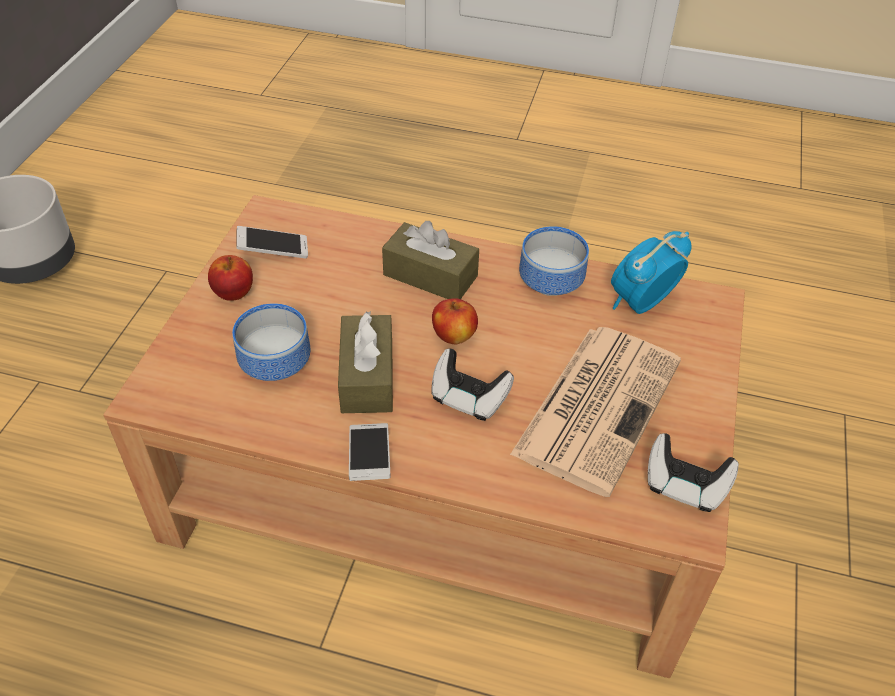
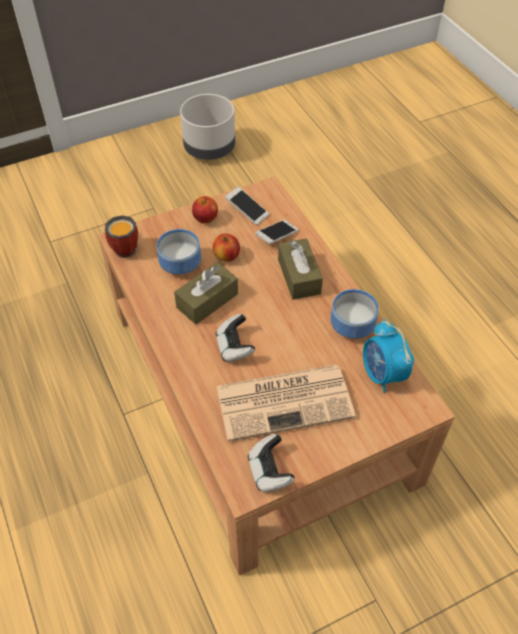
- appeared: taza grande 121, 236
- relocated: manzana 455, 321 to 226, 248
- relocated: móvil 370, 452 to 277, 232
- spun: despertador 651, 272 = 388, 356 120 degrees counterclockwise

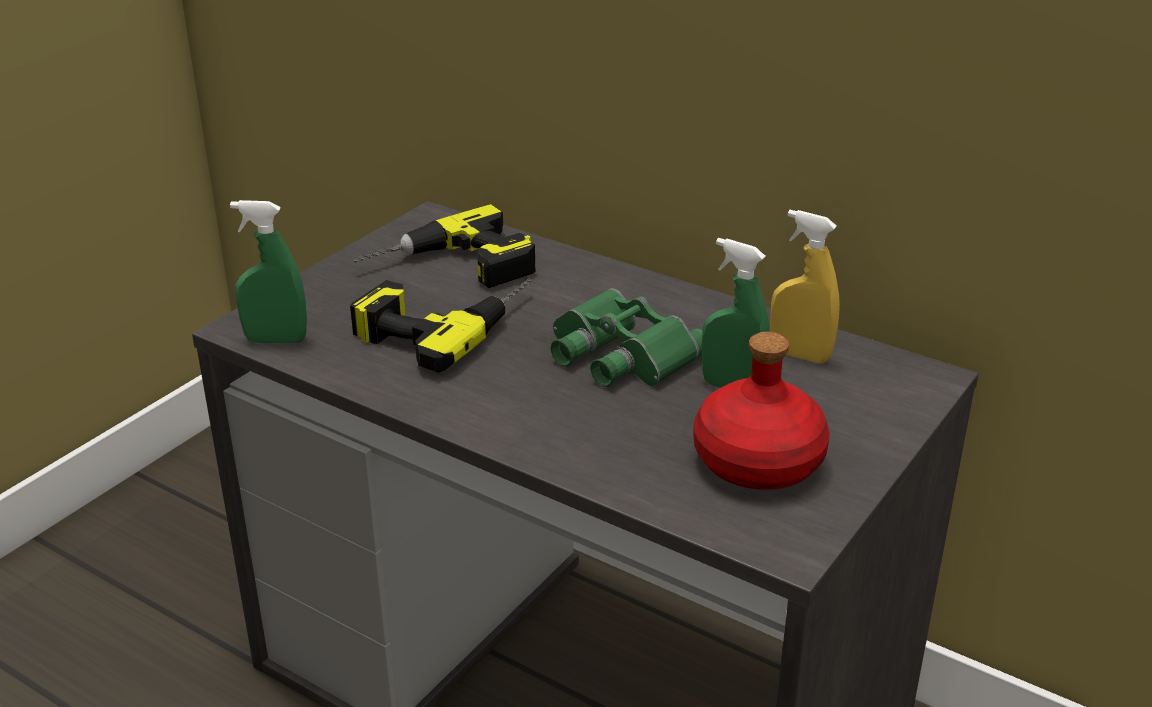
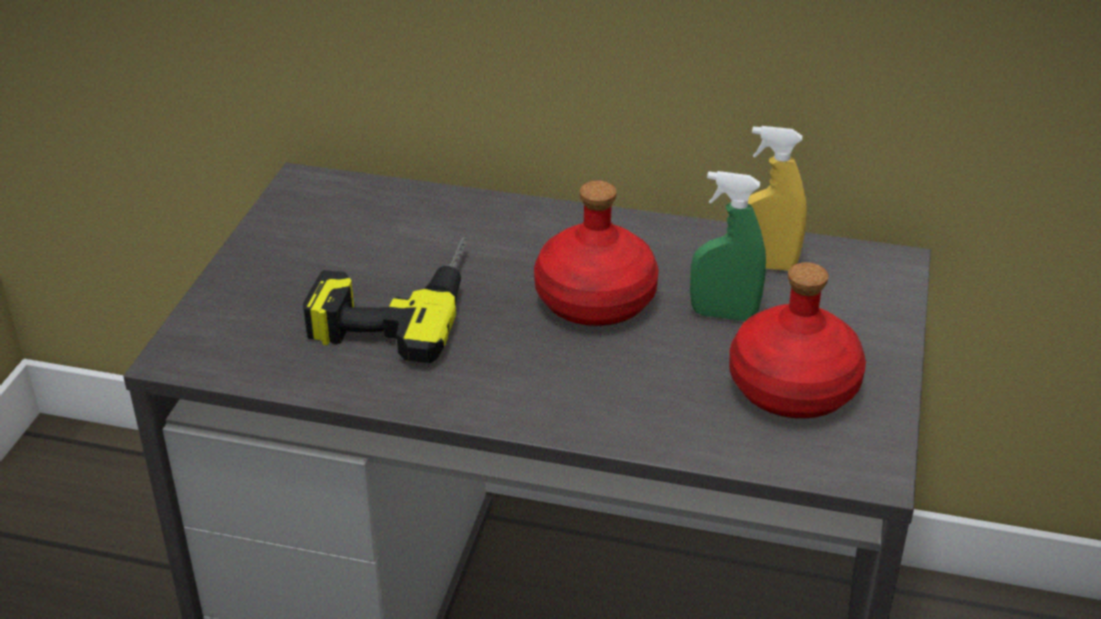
- exchanged: prismáticos (verde) 627, 337 to botella (rojo) 596, 253
- missing: pulverizador (verde) 268, 271
- missing: taladro 444, 246

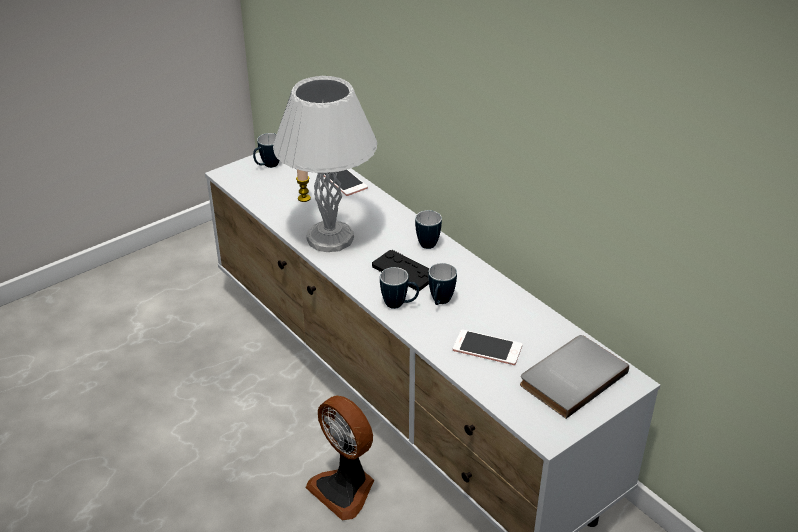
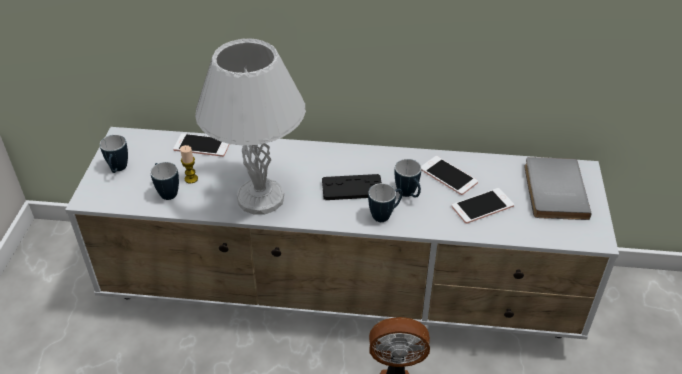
- relocated: taza grande 428, 229 to 164, 181
- appeared: móvil 449, 175

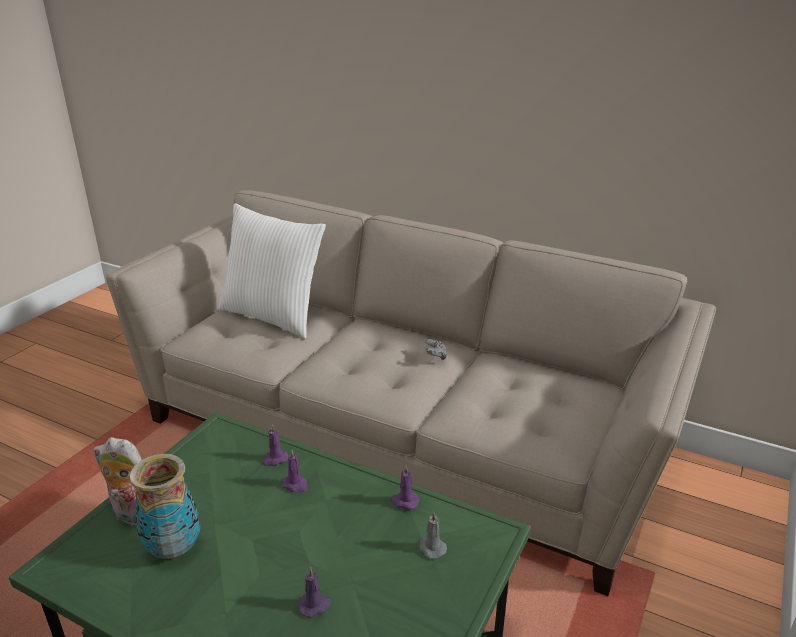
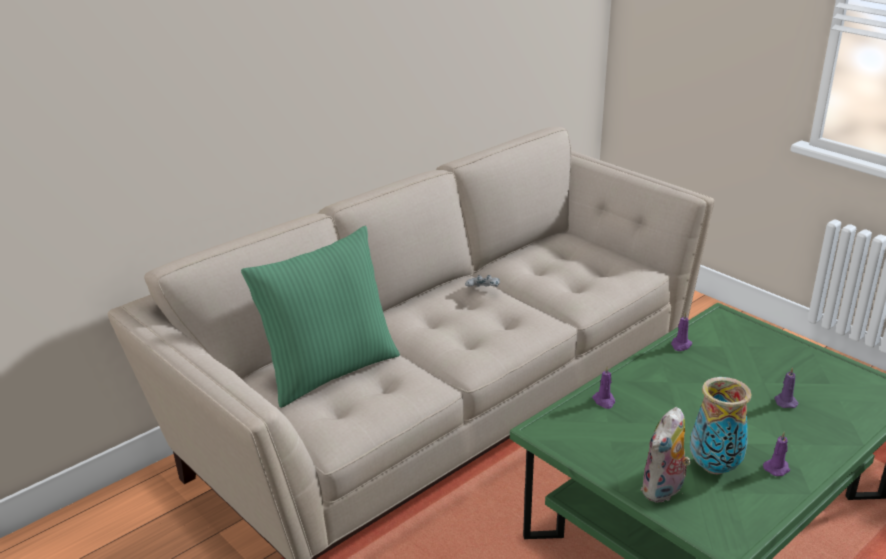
- colour: cojín (blanco) 272, 271 to cojín (verde) 320, 317
- relocated: vela (morado) 295, 471 to 776, 454
- missing: vela (gris) 433, 535

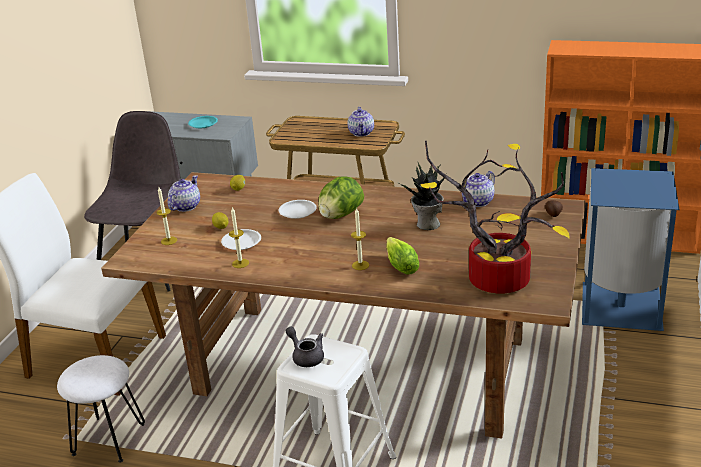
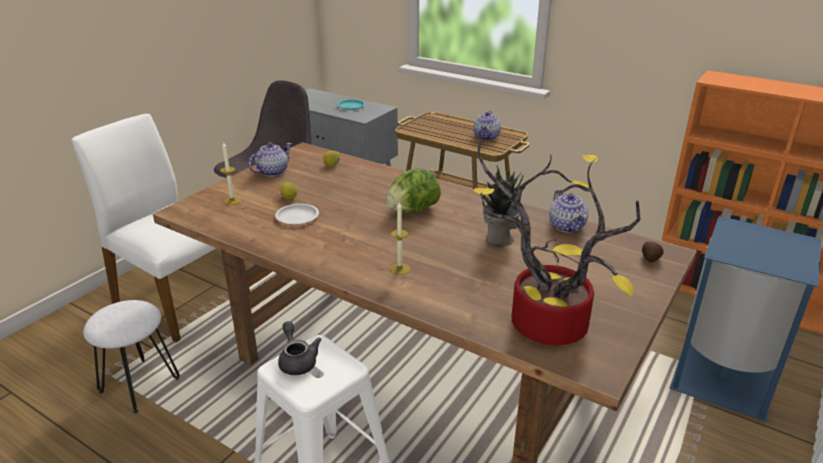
- spun: tetera 478, 189 = 568, 211 75 degrees counterclockwise
- missing: vela 239, 237
- missing: plato (blanco) 298, 209
- missing: lechuga 402, 256

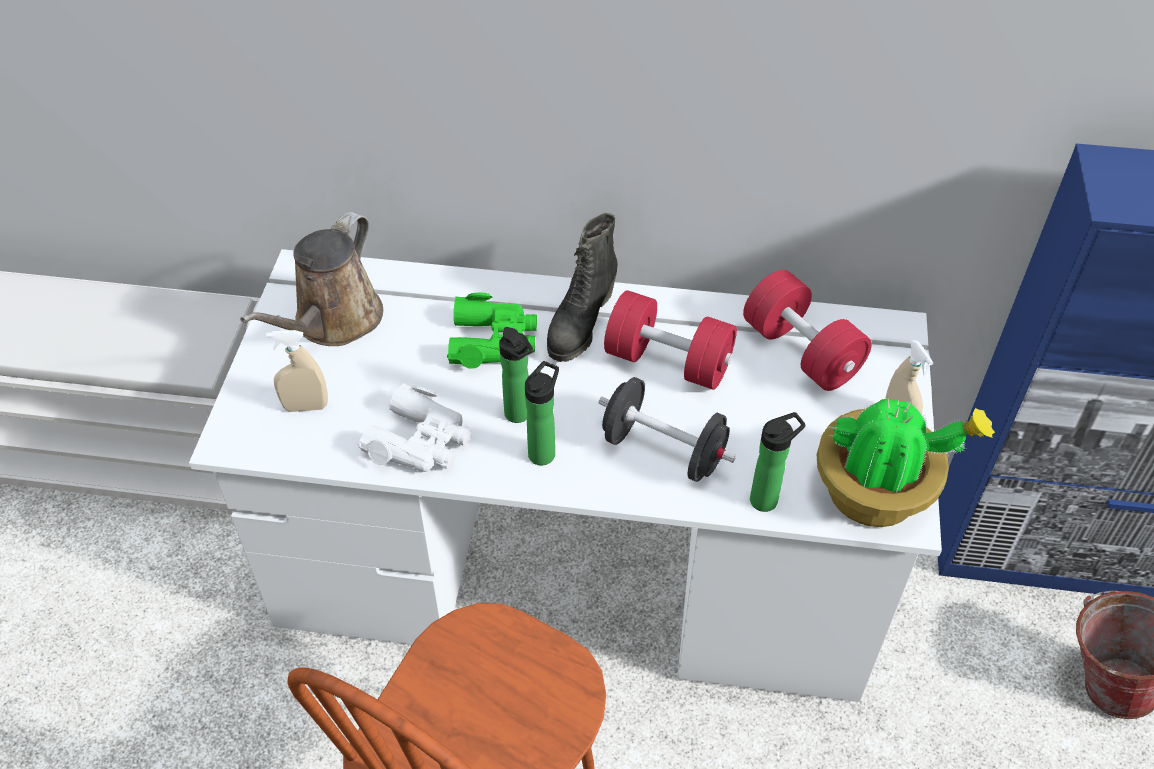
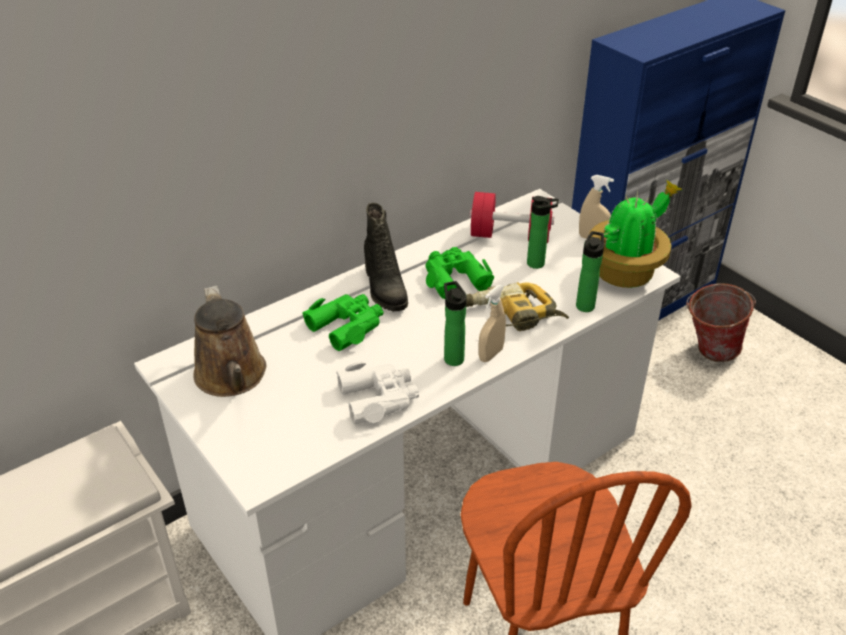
- exchanged: mancuerna (rojo) 670, 340 to prismáticos (verde) 459, 273
- exchanged: mancuerna (negro) 667, 429 to taladro 517, 306
- relocated: pulverizador (beis) 297, 371 to 492, 323
- relocated: botella 516, 375 to 543, 232

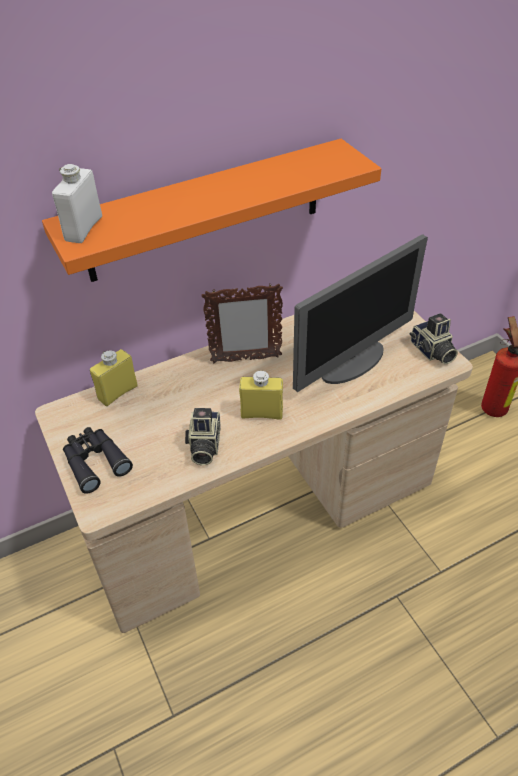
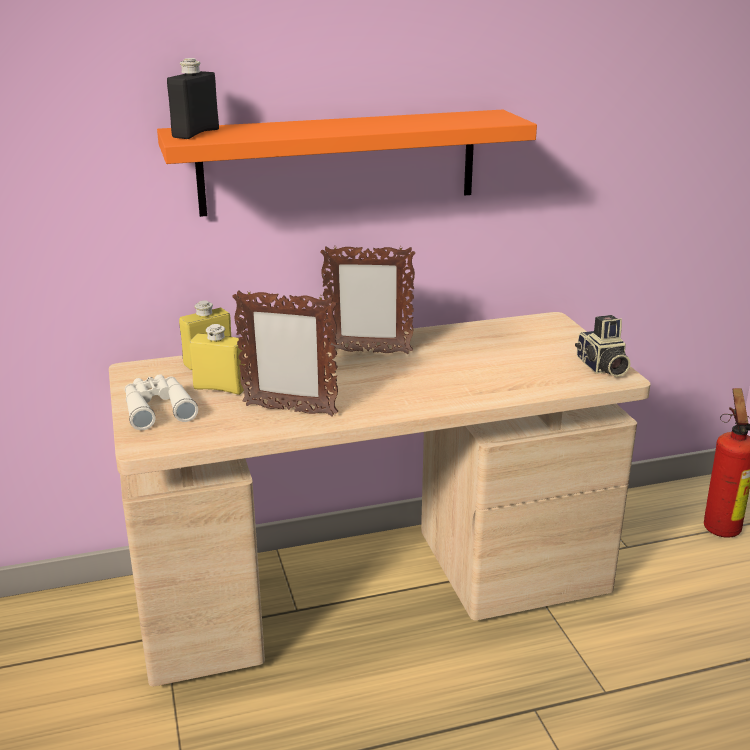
- colour: prismáticos (negro) 98, 460 to prismáticos (blanco) 161, 402
- colour: botella (blanco) 77, 203 to botella (negro) 193, 98
- relocated: botella (amarillo) 261, 395 to 218, 359
- exchanged: cámara 203, 436 to portarretratos 285, 353
- missing: monitor 360, 313

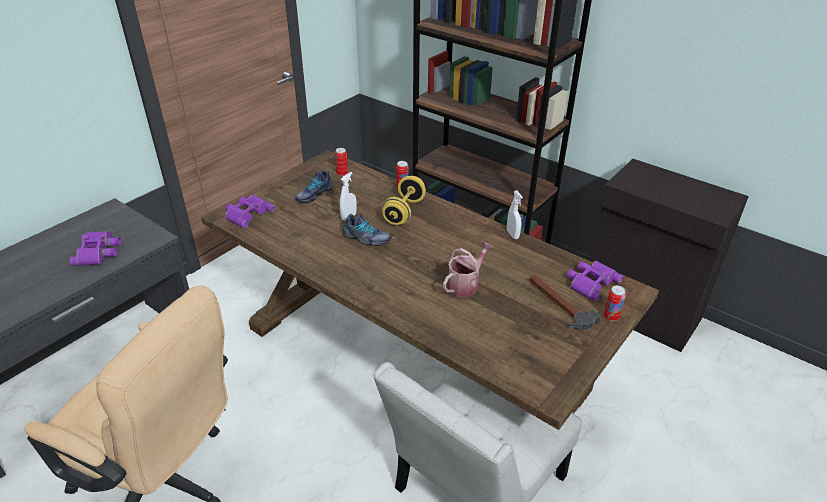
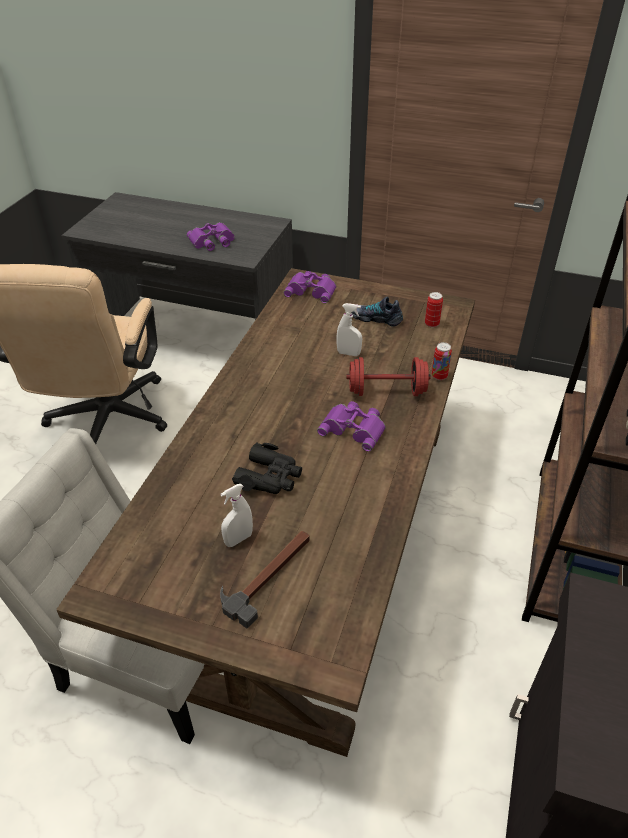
- relocated: pulverizador (blanco) 515, 214 to 237, 515
- exchanged: regadera 468, 269 to prismáticos (negro) 267, 468
- relocated: prismáticos (morado) 594, 281 to 351, 426
- colour: mancuerna (amarillo) 404, 200 to mancuerna (rojo) 388, 376
- missing: zapato 366, 230
- missing: lata 615, 303

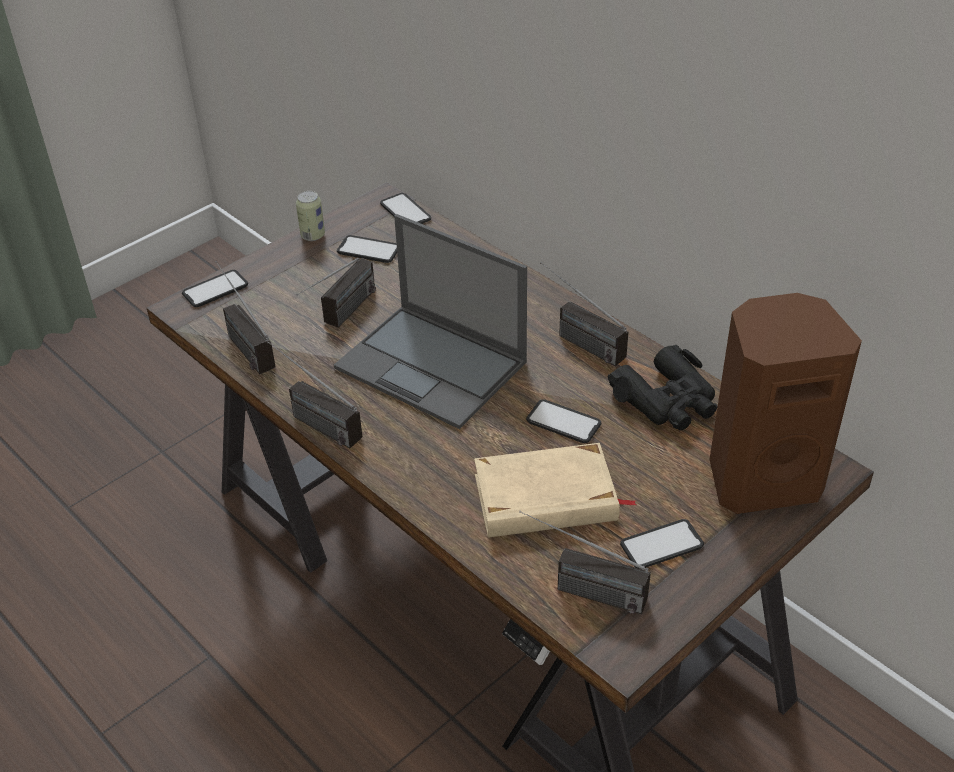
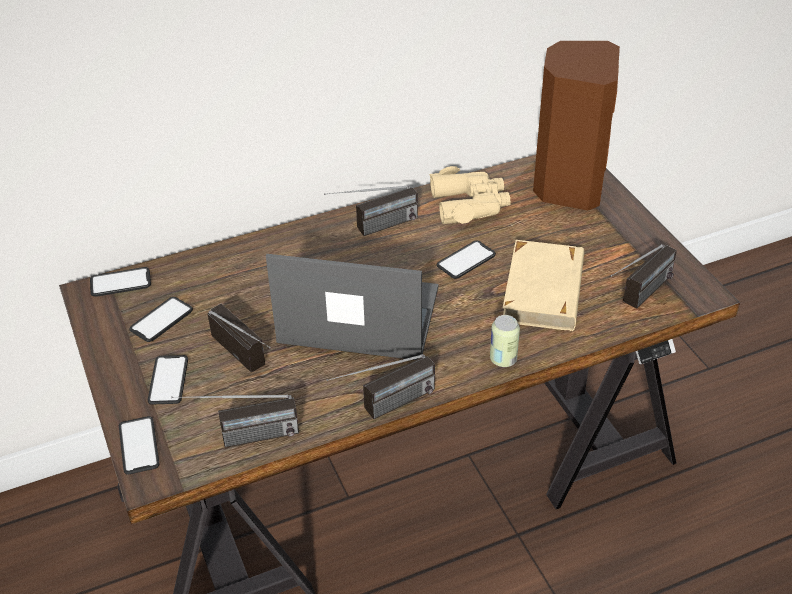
- relocated: móvil 662, 544 to 168, 380
- spun: portátil 430, 321 = 352, 307 135 degrees counterclockwise
- colour: prismáticos (negro) 663, 388 to prismáticos (beis) 470, 195
- relocated: lata 310, 216 to 505, 341

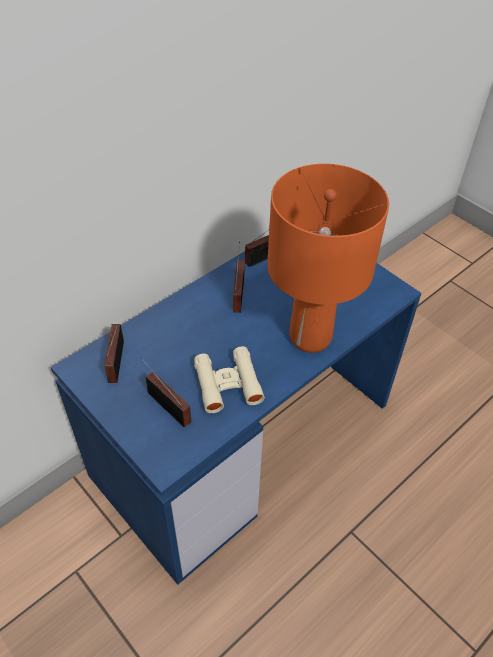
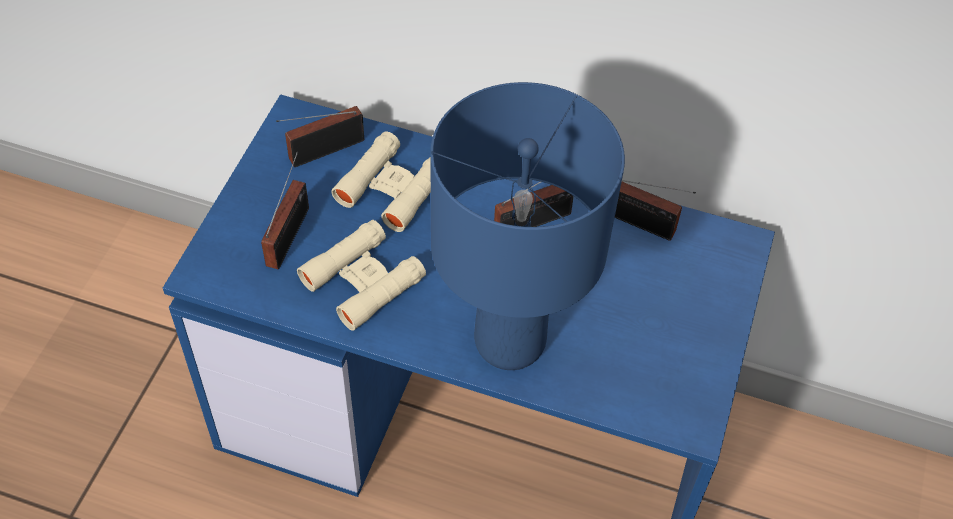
- appeared: prismáticos (beis) 381, 181
- colour: lámpara de mesa (naranja) 328, 258 to lámpara de mesa (azul) 527, 226

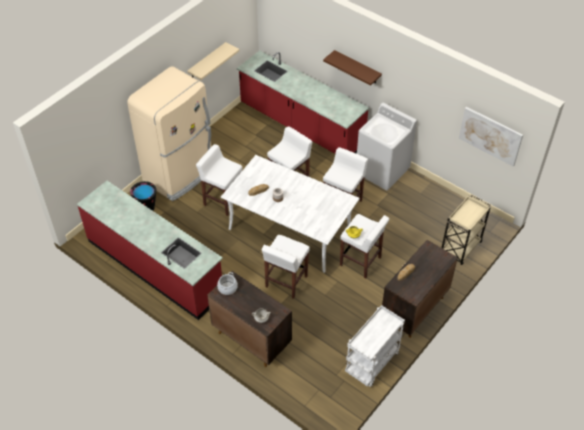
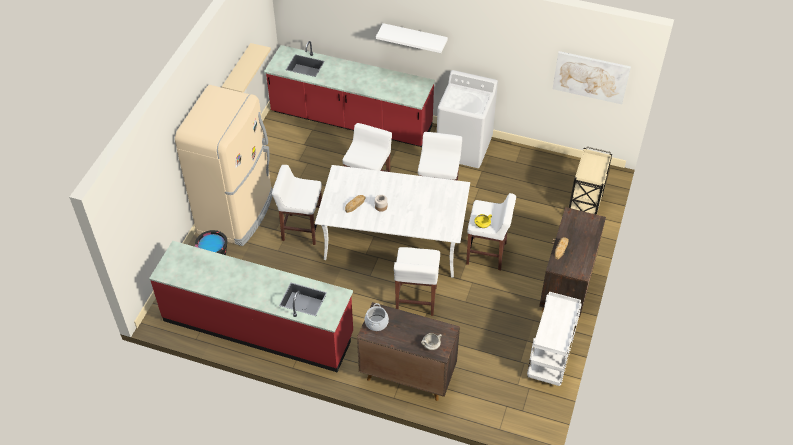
- colour: estante (marrón) 352, 67 to estante (blanco) 412, 38

